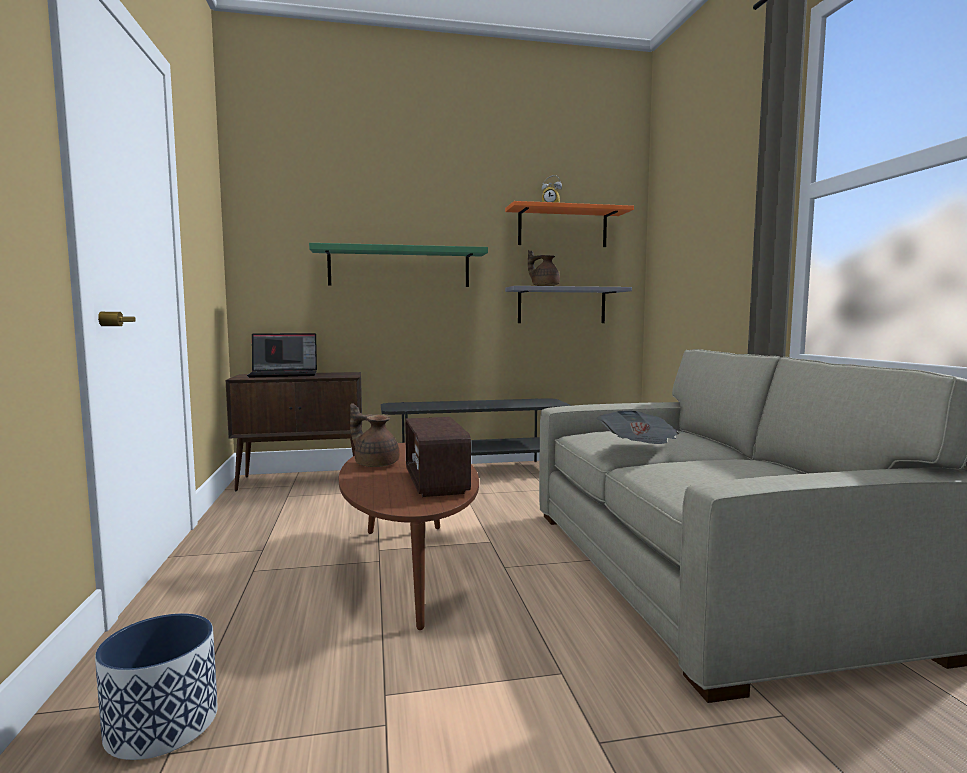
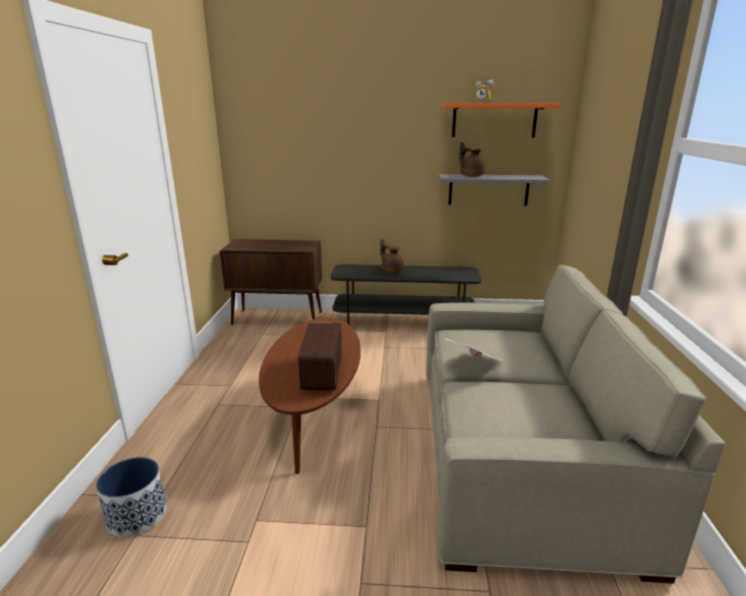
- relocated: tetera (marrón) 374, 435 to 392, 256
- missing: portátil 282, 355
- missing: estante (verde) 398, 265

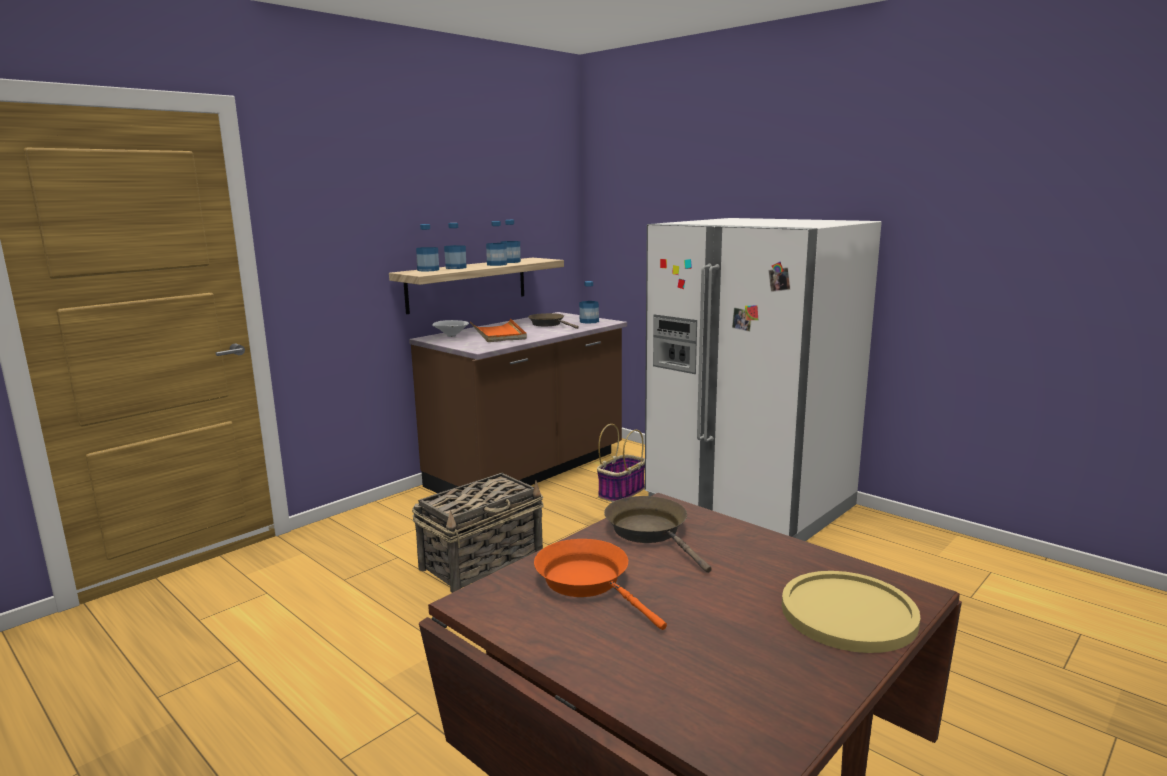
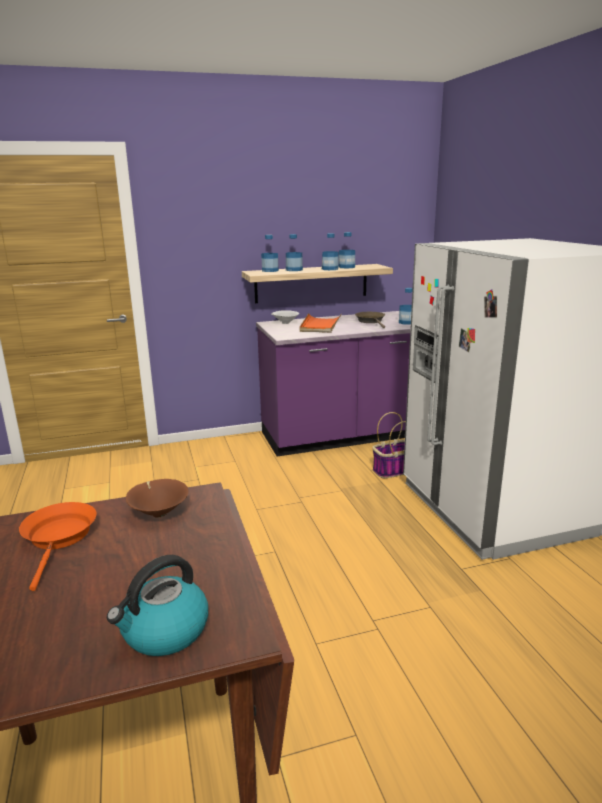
- exchanged: plato (amarillo) 851, 612 to hervidor 157, 605
- exchanged: sartén (marrón) 658, 534 to cuenco (marrón) 157, 498
- colour: mueble bajo de cocina (marrón) 518, 402 to mueble bajo de cocina (morado) 333, 384
- missing: cesta 477, 533

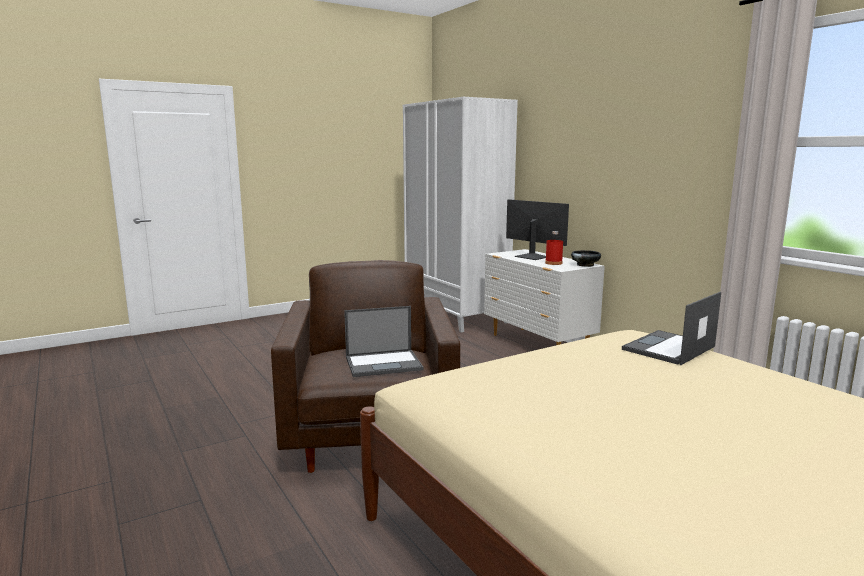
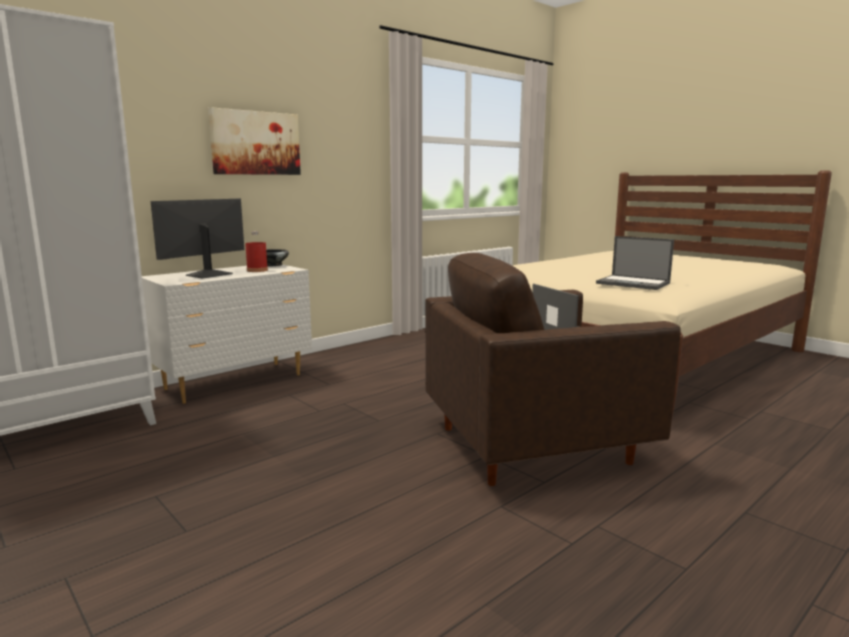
- appeared: cuadro 254, 141
- relocated: portátil 671, 328 to 635, 263

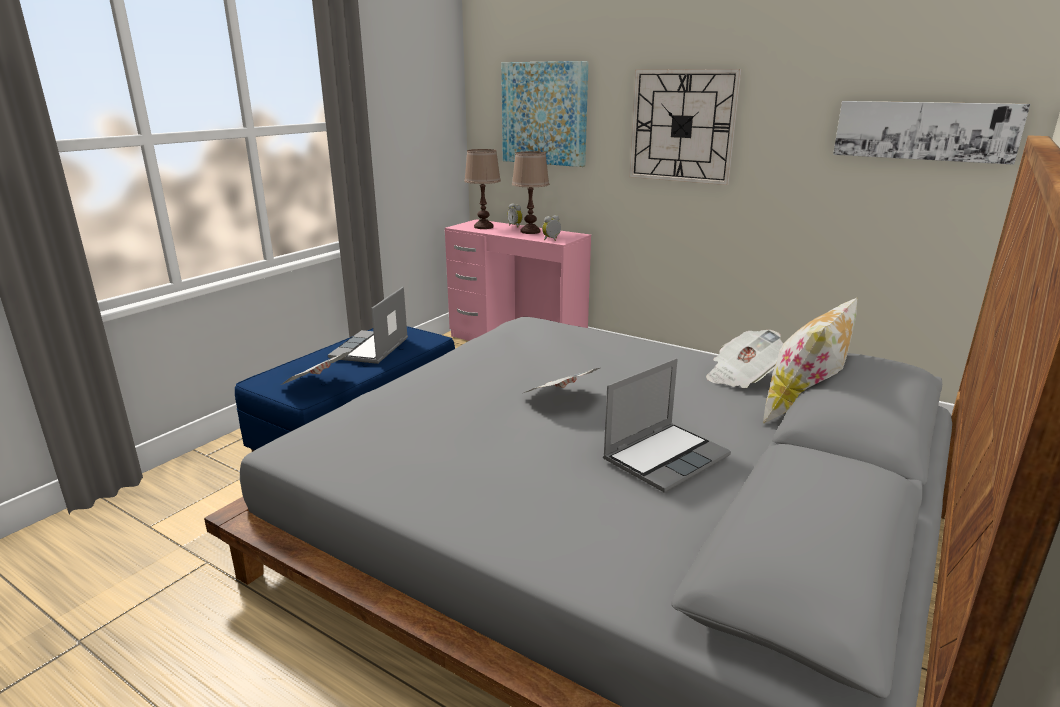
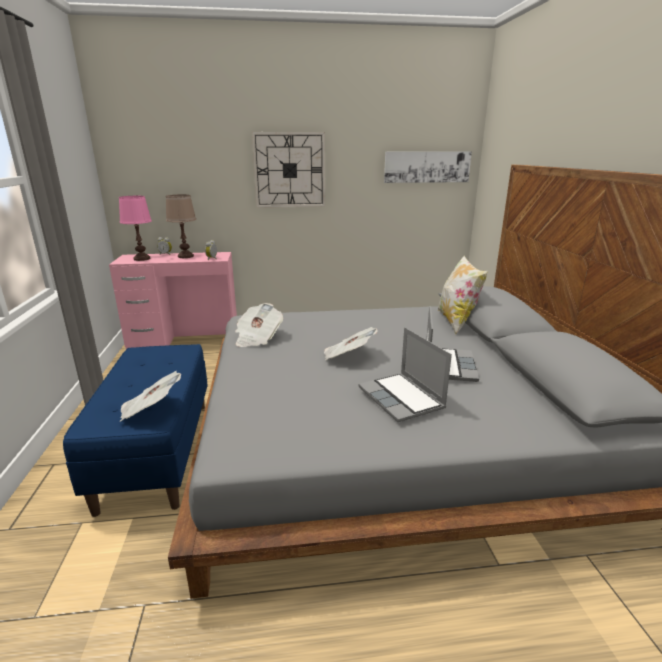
- colour: lámpara de mesa (marrón) 482, 189 to lámpara de mesa (rosa) 135, 228
- relocated: periódico 744, 359 to 259, 325
- relocated: portátil 368, 325 to 405, 374
- missing: cuadro 545, 114

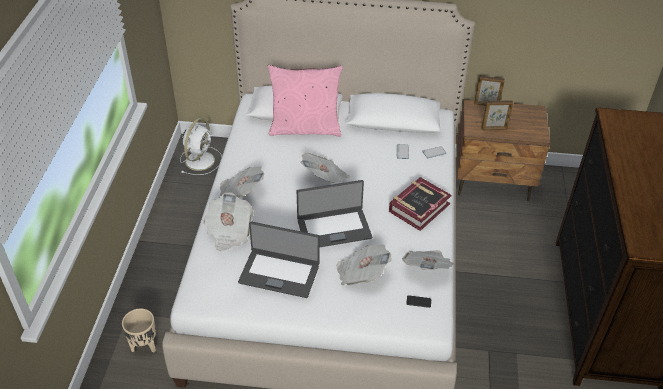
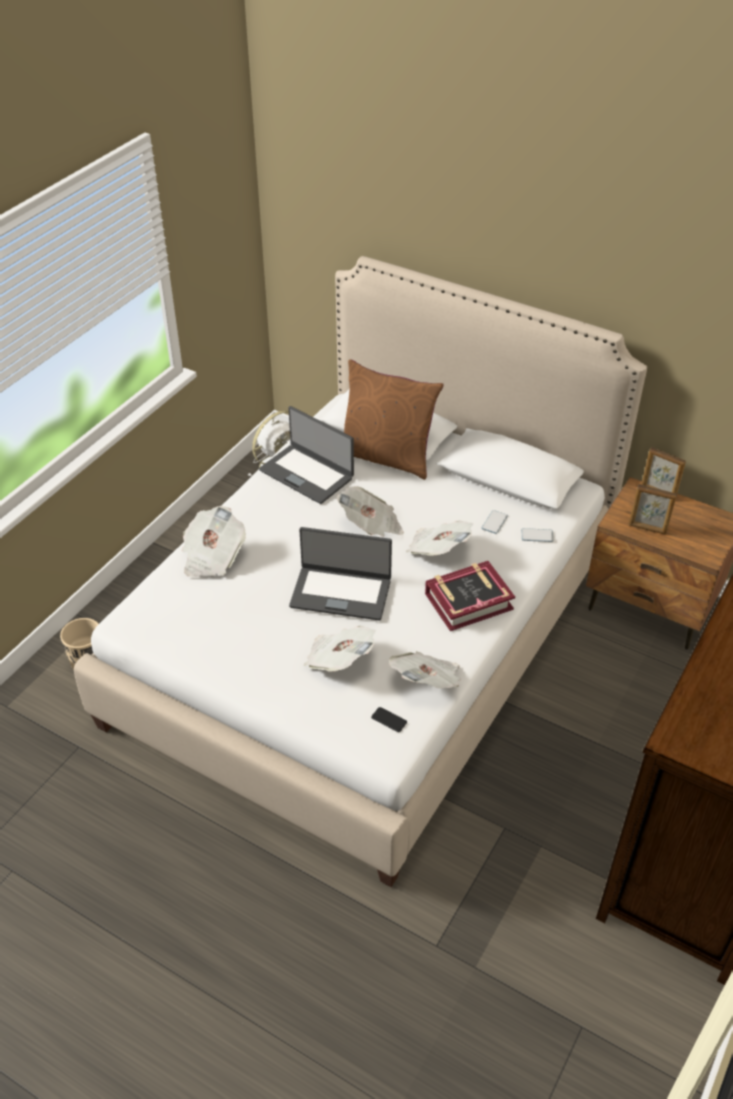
- relocated: portátil 279, 259 to 306, 455
- colour: cojín (rosa) 305, 101 to cojín (marrón) 394, 419
- relocated: periódico 242, 181 to 439, 538

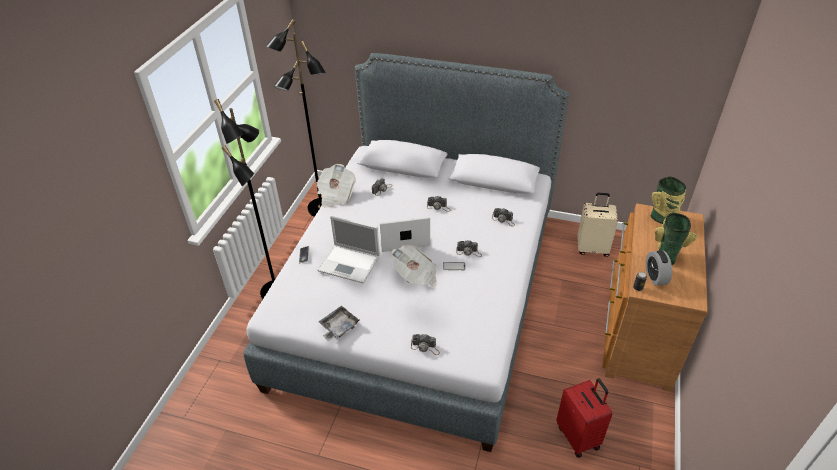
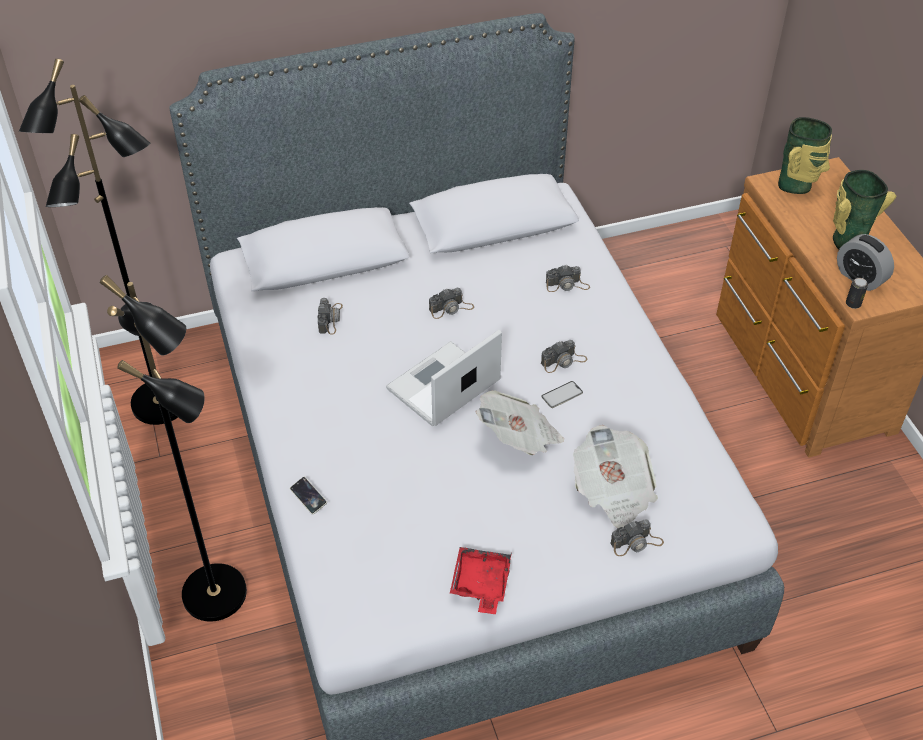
- colour: bandeja (gris) 339, 323 to bandeja (rojo) 481, 580
- relocated: periódico 336, 186 to 615, 476
- missing: portátil 348, 250
- missing: maleta (rojo) 584, 418
- missing: maleta (beis) 597, 225

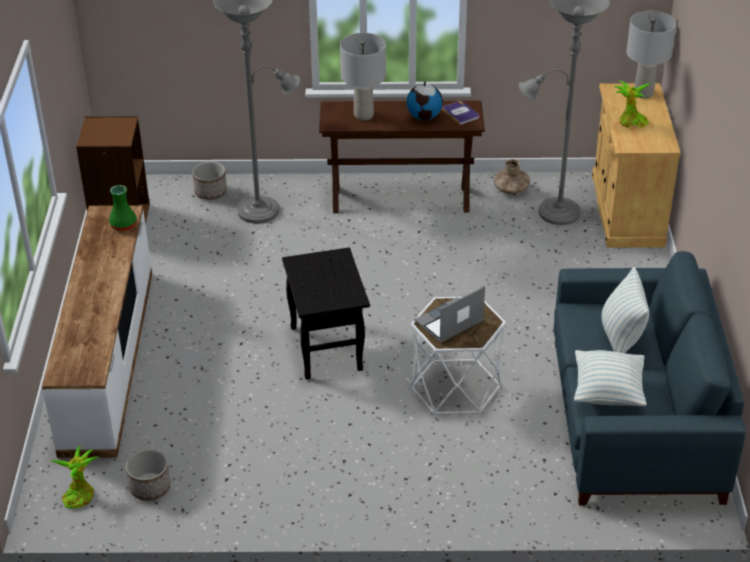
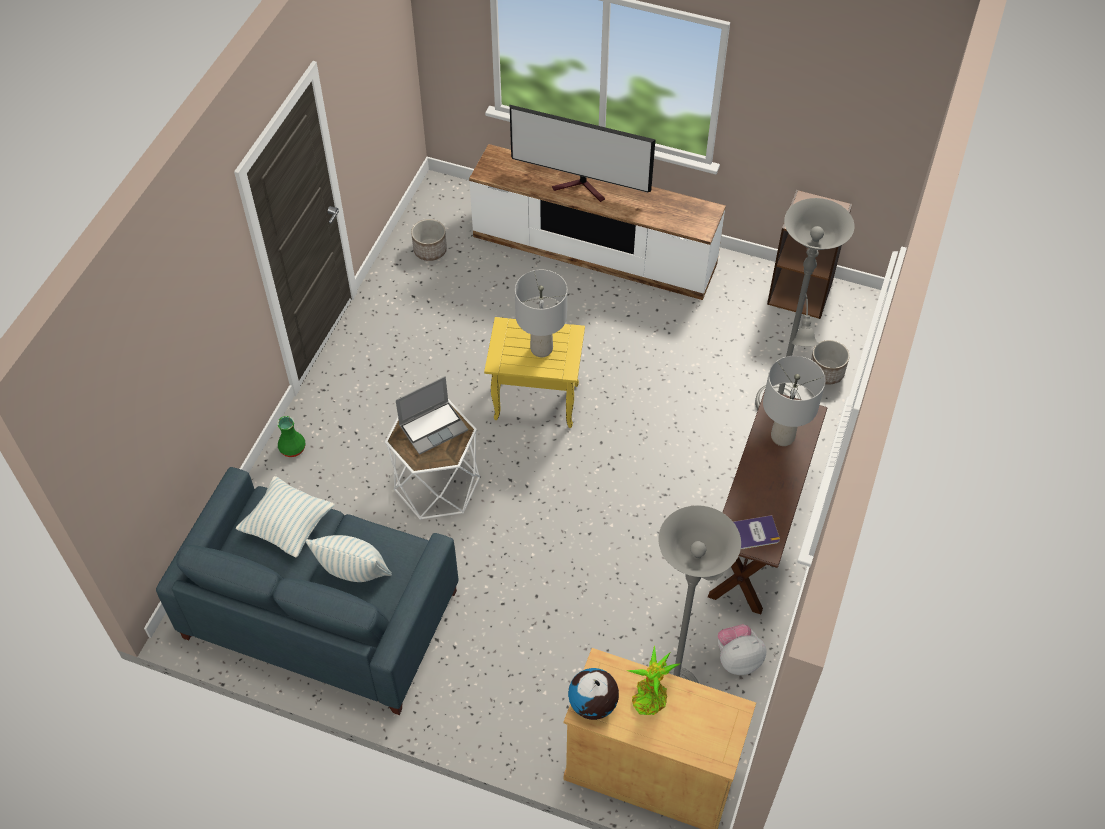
- relocated: florero (verde) 123, 208 to 291, 436
- spun: portátil 449, 314 = 432, 415 75 degrees clockwise
- colour: mesa auxiliar (negro) 326, 313 to mesa auxiliar (amarillo) 534, 372
- appeared: televisor 583, 153
- relocated: lámpara de mesa (gris) 651, 55 to 541, 313
- relocated: globo terráqueo 424, 100 to 593, 694
- exchanged: florero (marrón) 512, 176 to peluche 742, 649
- missing: planta en maceta 74, 476

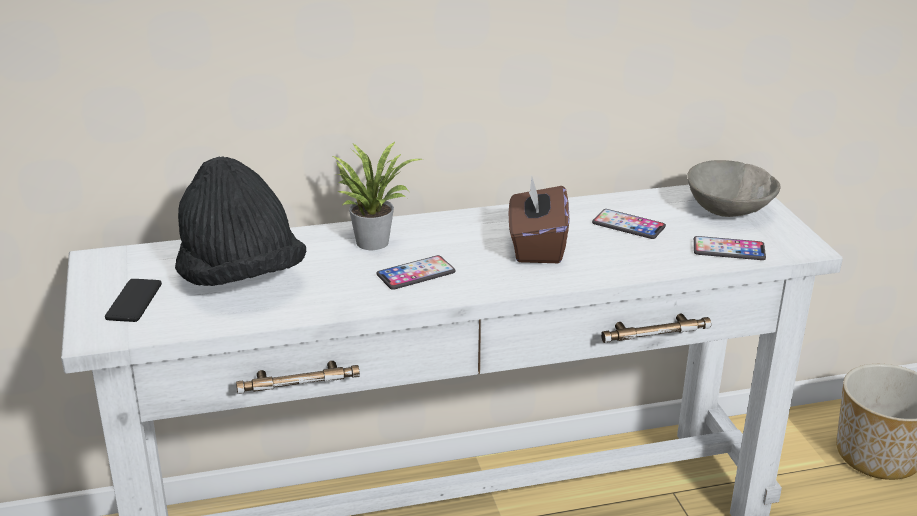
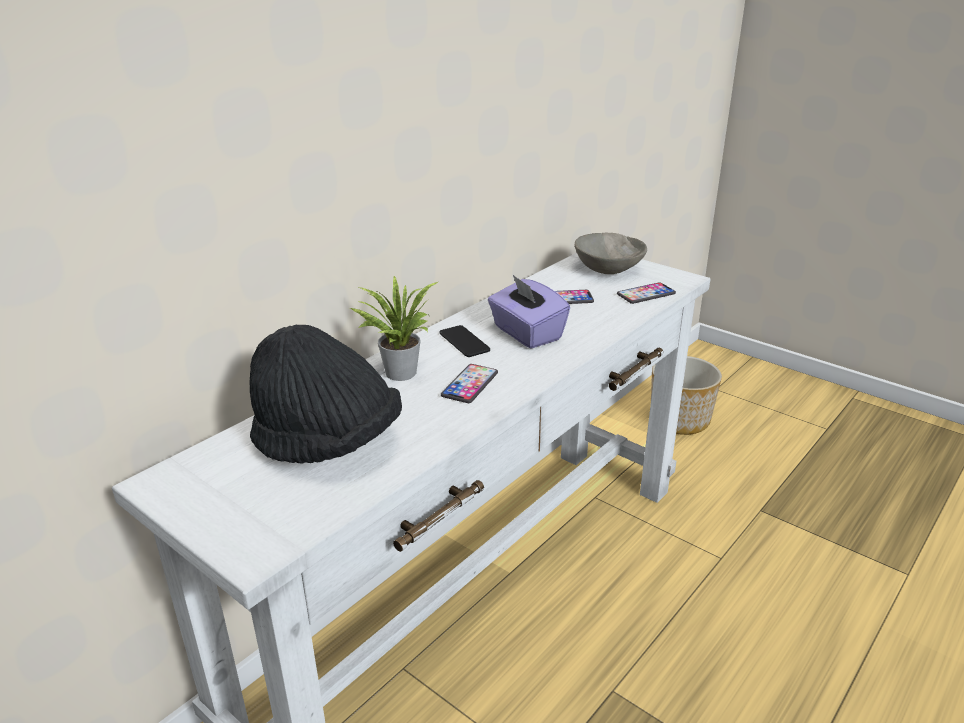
- relocated: móvil 133, 300 to 464, 341
- colour: caja de pañuelos (marrón) 539, 219 to caja de pañuelos (morado) 529, 312

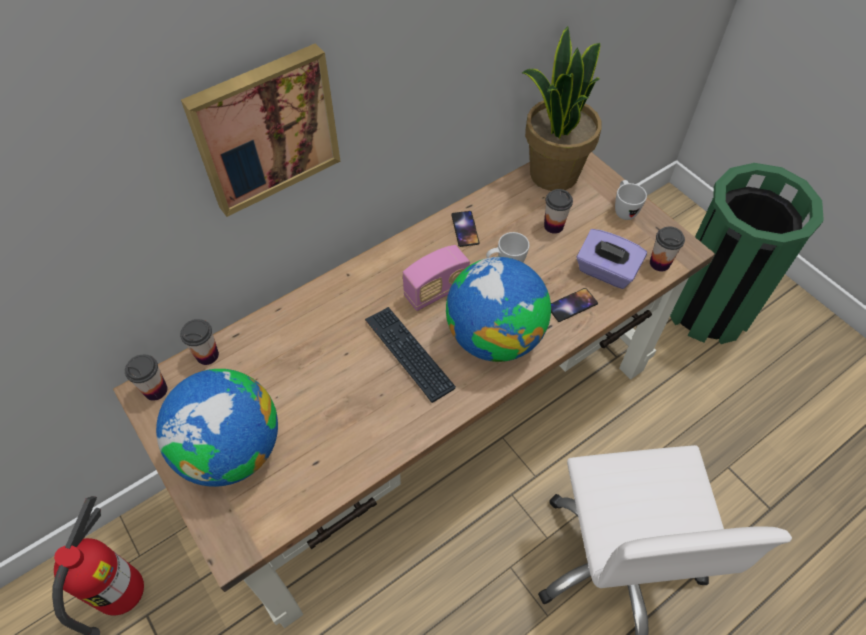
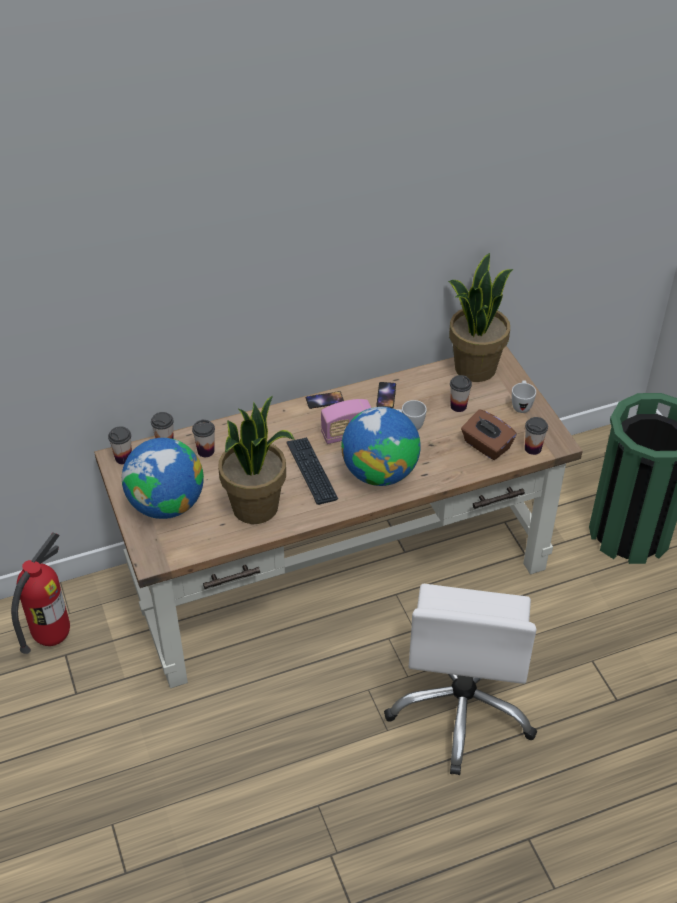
- appeared: taza 203, 438
- appeared: planta en maceta 256, 460
- relocated: móvil 574, 305 to 325, 400
- colour: caja de pañuelos (morado) 612, 259 to caja de pañuelos (marrón) 488, 434
- missing: cuadro 260, 130

